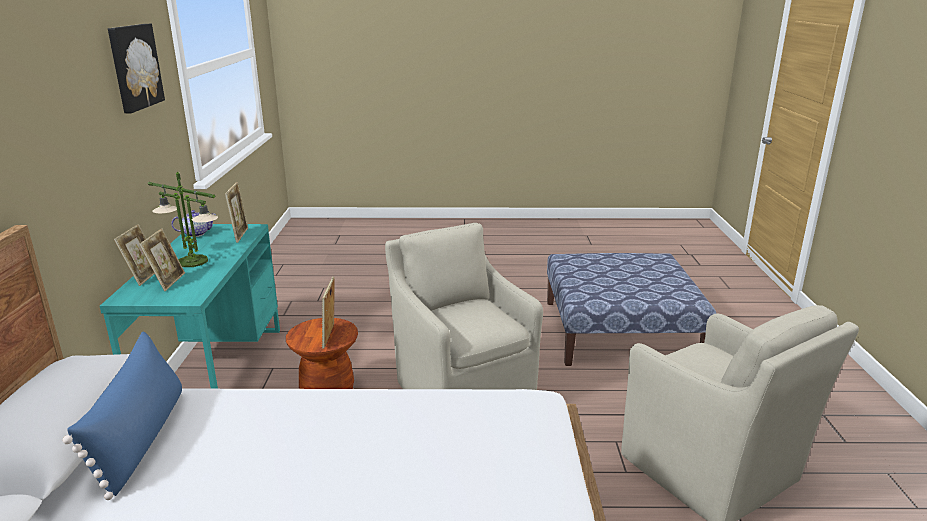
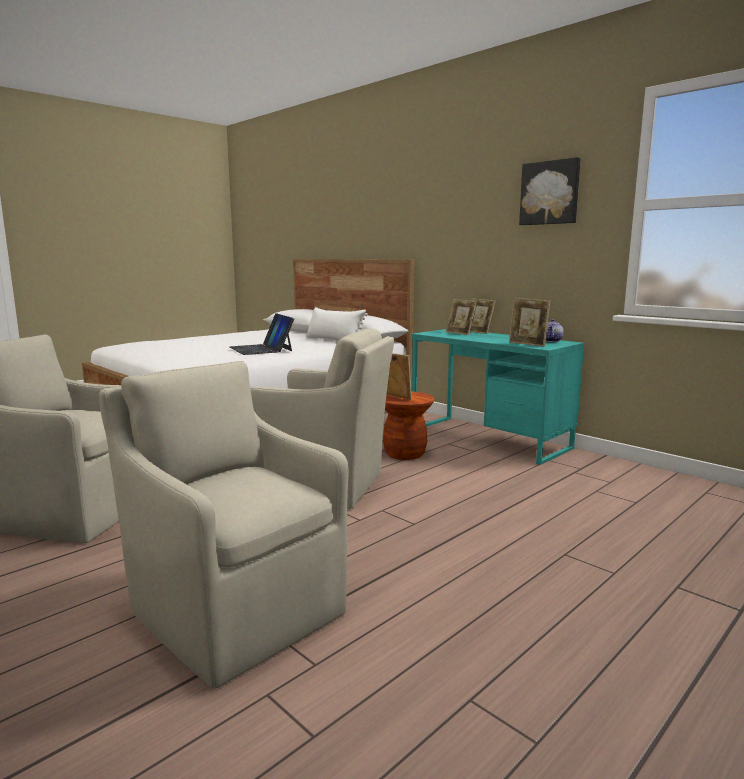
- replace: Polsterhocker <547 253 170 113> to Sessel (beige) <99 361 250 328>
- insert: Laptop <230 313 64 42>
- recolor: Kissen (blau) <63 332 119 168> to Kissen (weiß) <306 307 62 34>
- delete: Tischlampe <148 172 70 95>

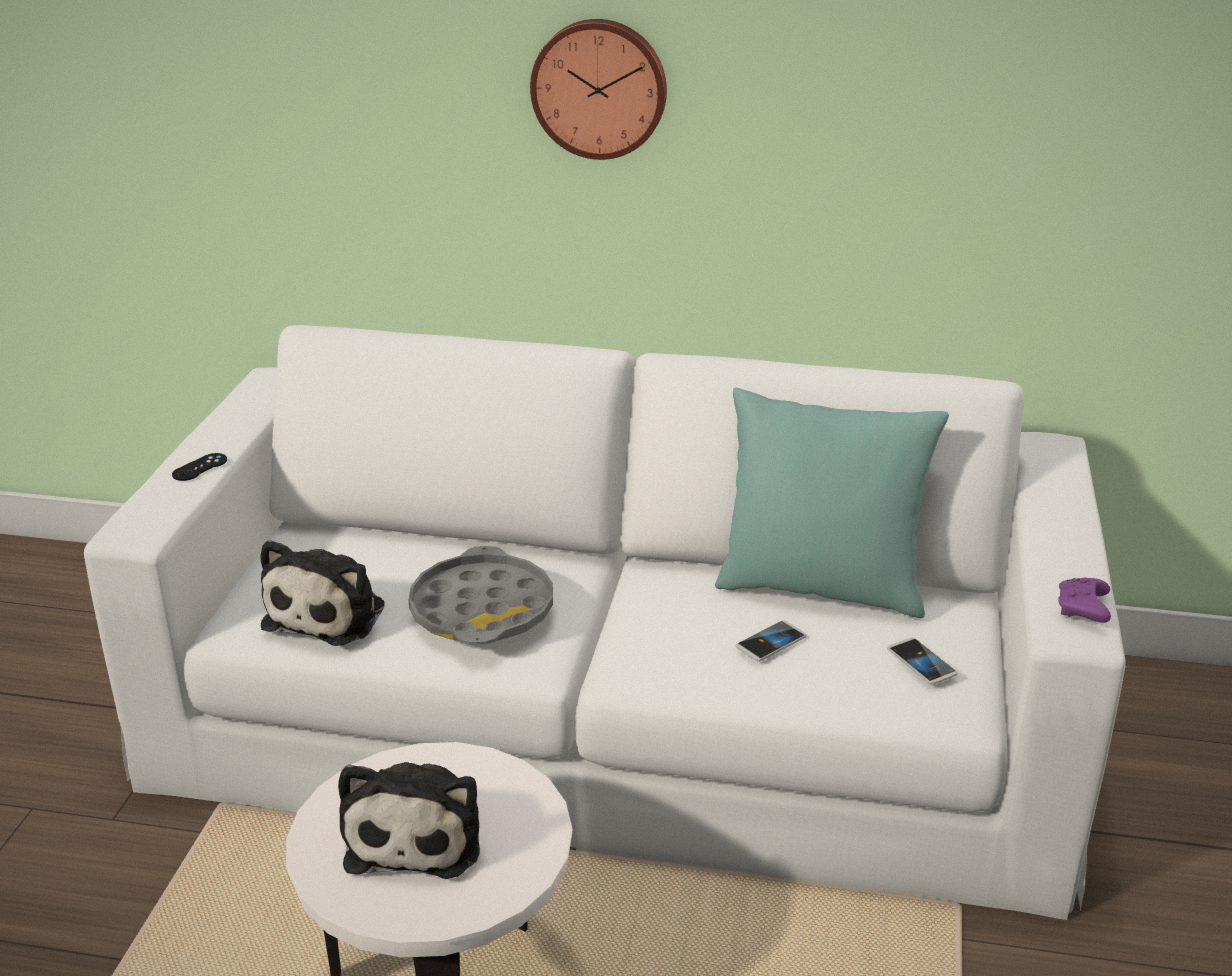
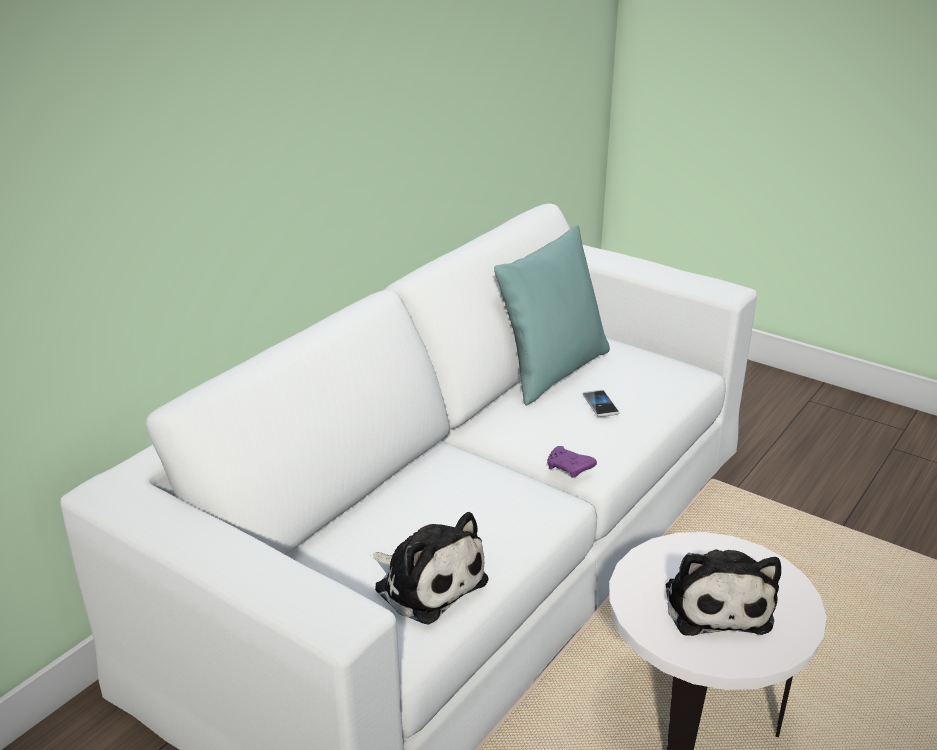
- move: Gamepad (lila) <1058 577 53 46> to <547 446 50 32>
- rotate: Plüschtier <338 762 142 117> = <666 549 115 87> 60 degrees clockwise
- delete: Gamepad (schwarz) <172 453 55 28>
- delete: Tablett (grau) <408 546 145 99>
- delete: Wanduhr <530 19 137 141>
- delete: Handy <887 638 70 46>

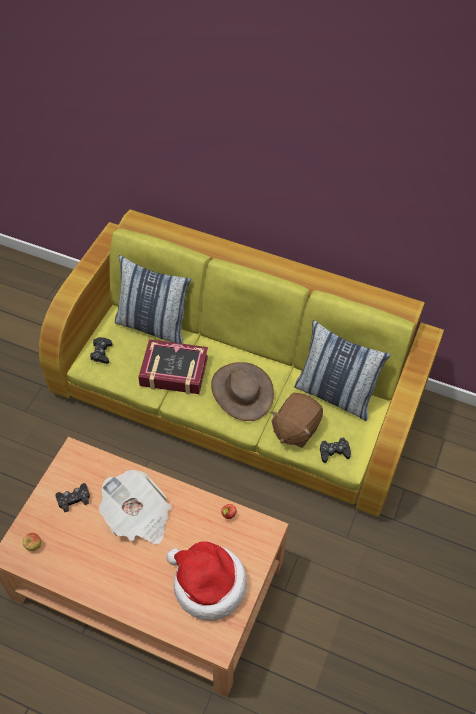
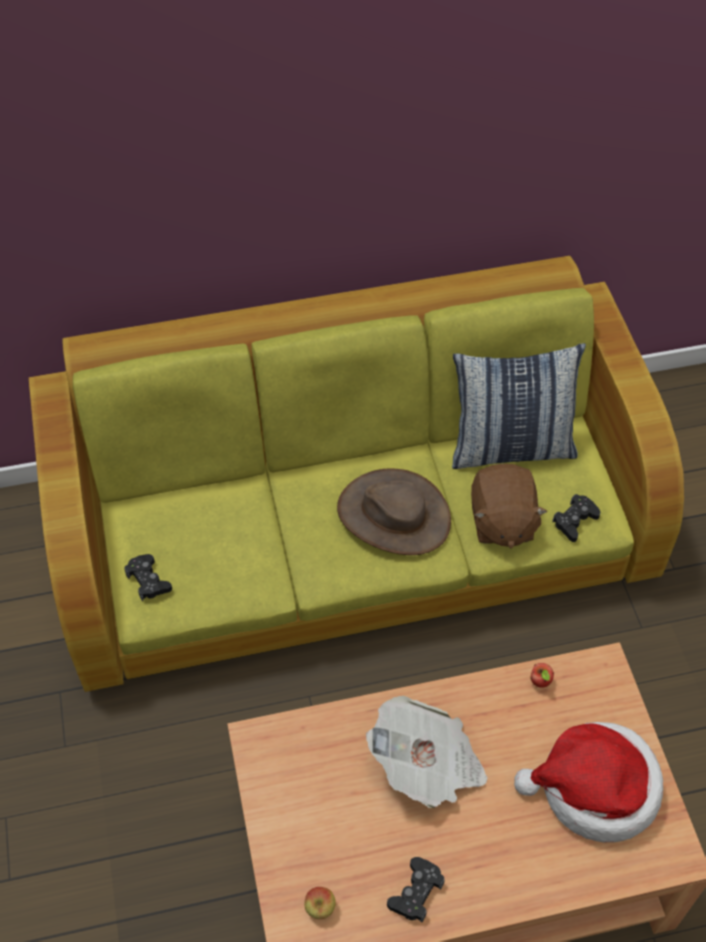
- move: Gamepad (schwarz) <55 483 35 29> to <387 857 58 65>
- delete: Kissen <115 255 76 89>
- delete: Buch <138 339 70 56>

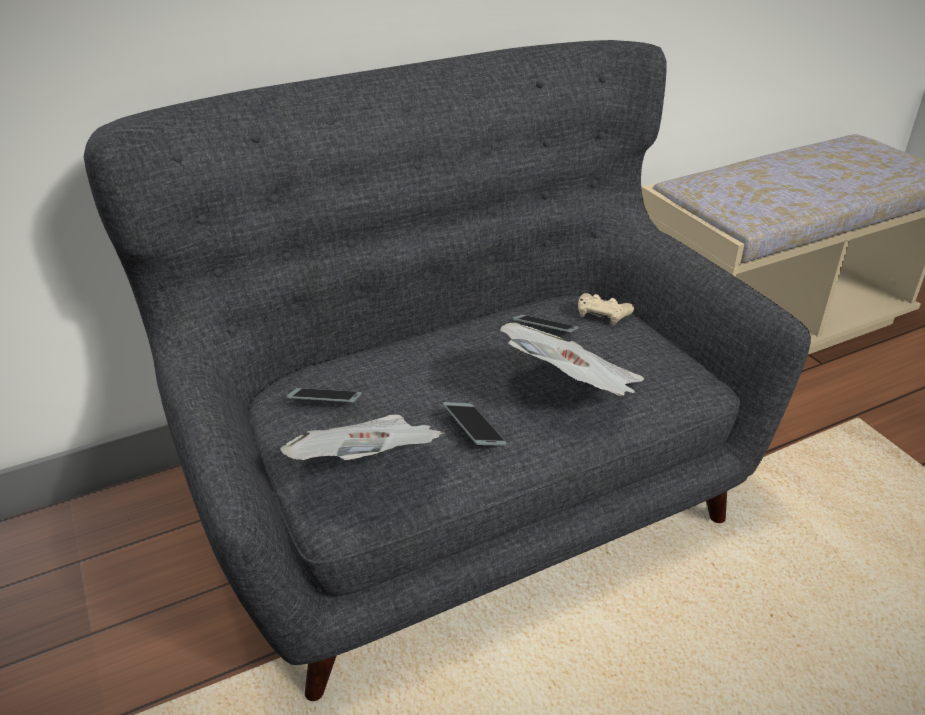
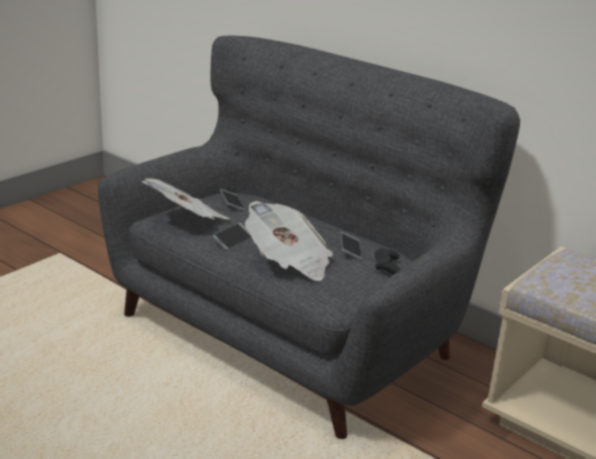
- recolor: Gamepad (beige) <578 293 56 32> to Gamepad (schwarz) <375 248 26 26>

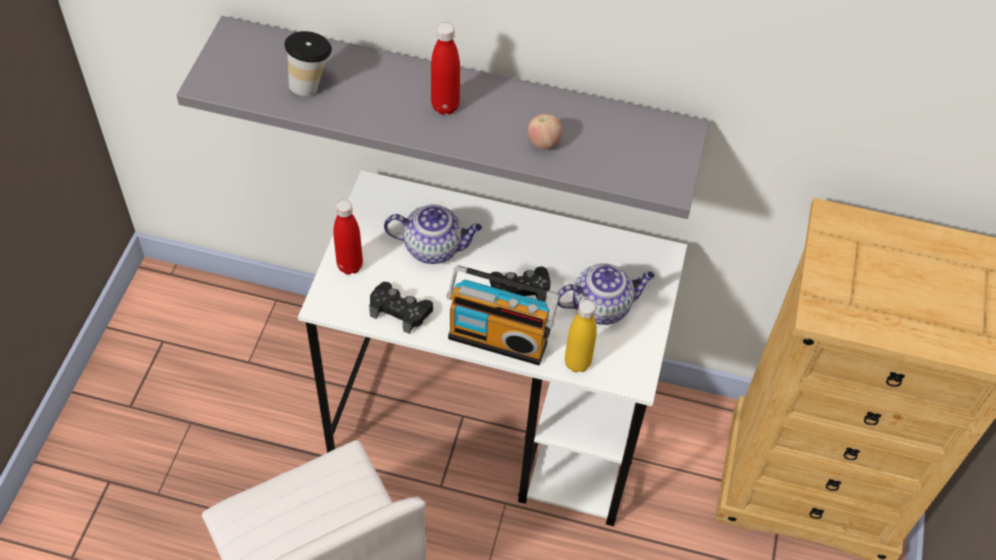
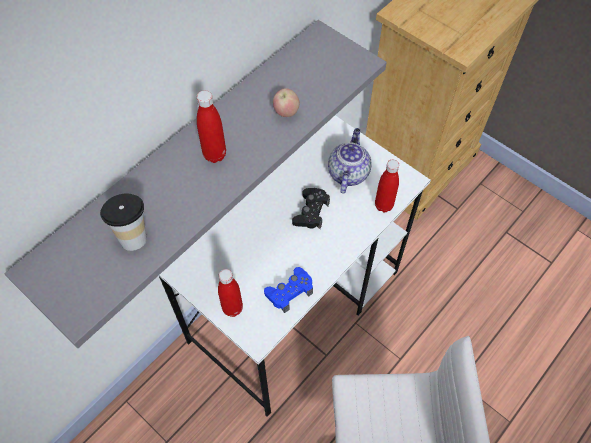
- recolor: Gamepad (schwarz) <369 282 64 52> to Gamepad (blau) <264 267 49 46>
- recolor: Flasche (gelb) <565 300 32 72> to Flasche (rot) <375 160 24 52>
- delete: Teekanne <384 204 98 60>
- delete: Radio <447 265 113 100>

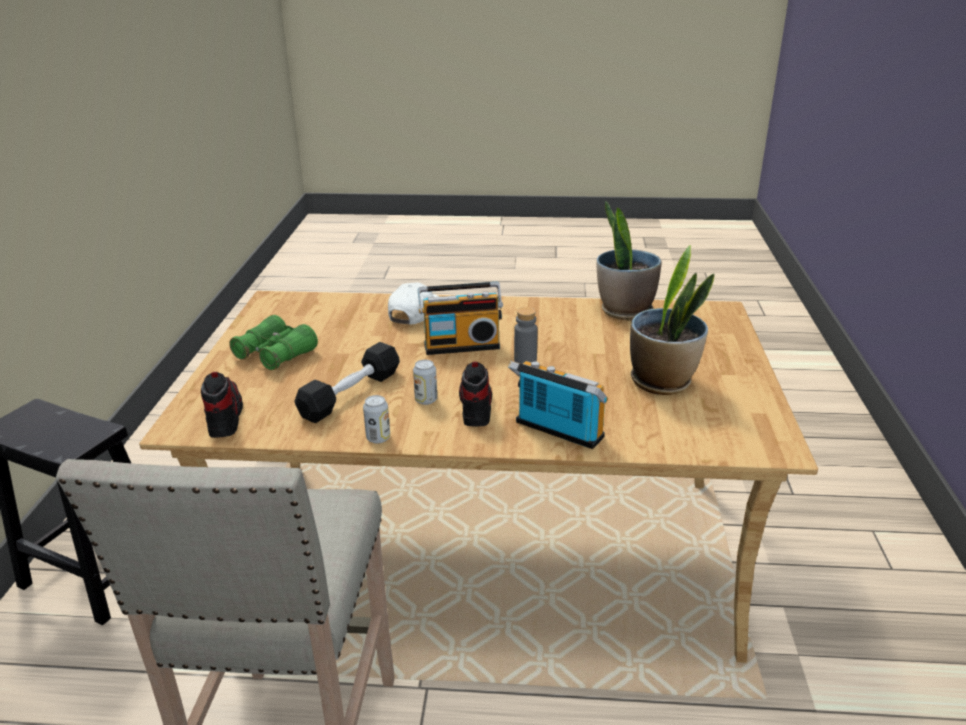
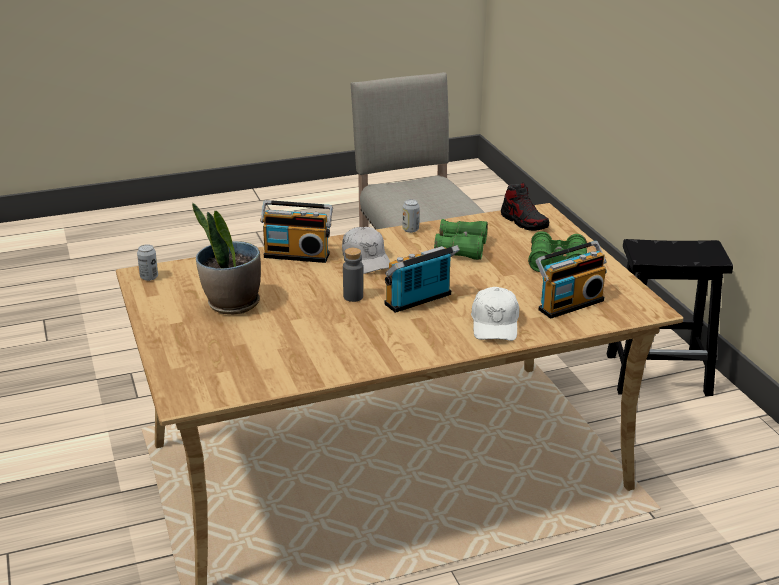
- move: Dose <413 360 24 45> to <137 244 21 37>
- replace: Schuh <459 361 33 65> to Kappe (weiß) <342 227 48 47>
- replace: Hantel (schwarz) <294 342 106 81> to Fernglas (grün) <434 219 54 41>
- insert: Radio <535 241 72 78>
- delete: Topfpflanze <597 201 65 120>

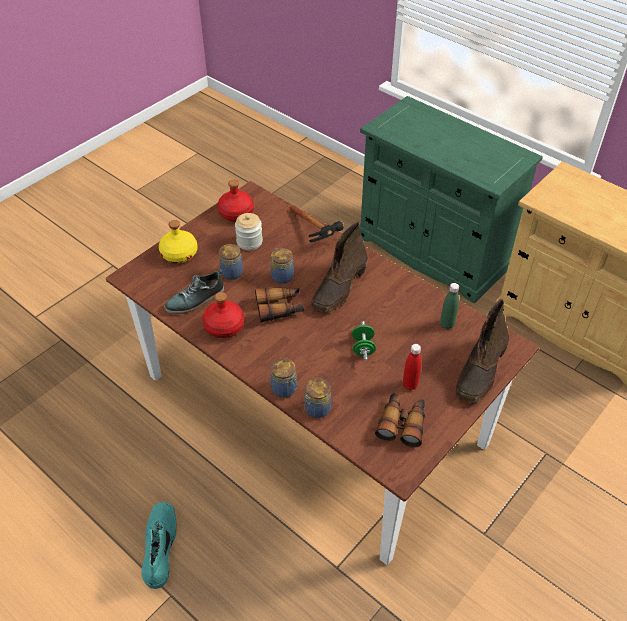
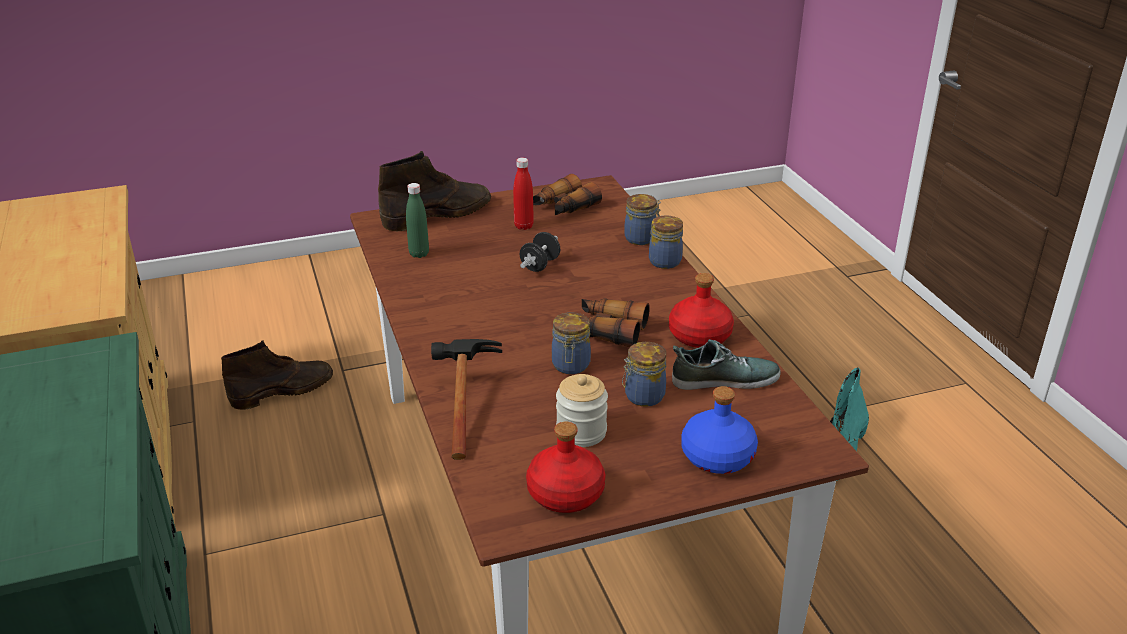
- move: Stiefel (braun) <311 222 57 91> to <221 341 112 69>
- recolor: Hantel (grün) <352 321 24 40> to Hantel (schwarz) <520 232 40 40>
- recolor: Flasche (gelb) <159 220 39 43> to Flasche (blau) <681 386 77 88>

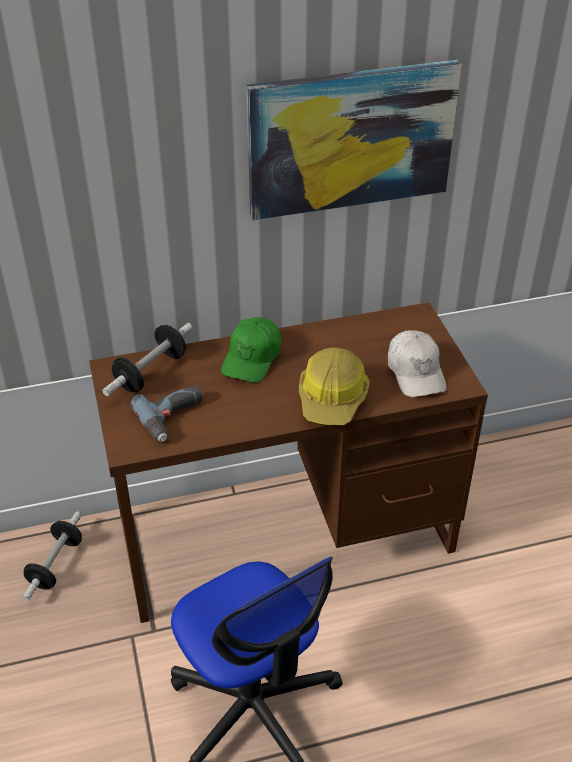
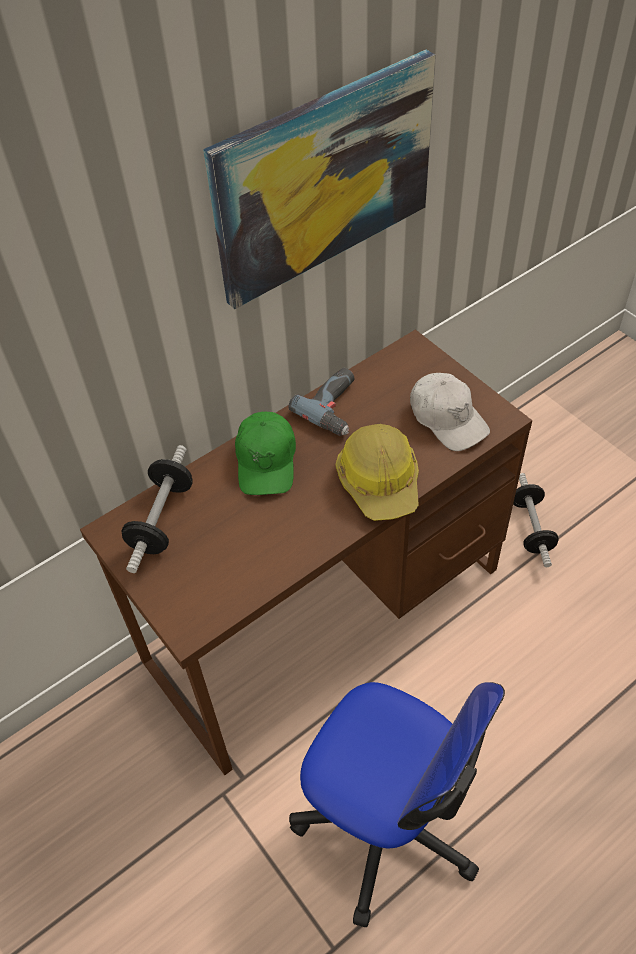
- move: Bohrmaschine <130 385 73 57> to <288 368 66 68>
- move: Hantel <22 512 60 89> to <513 473 45 94>

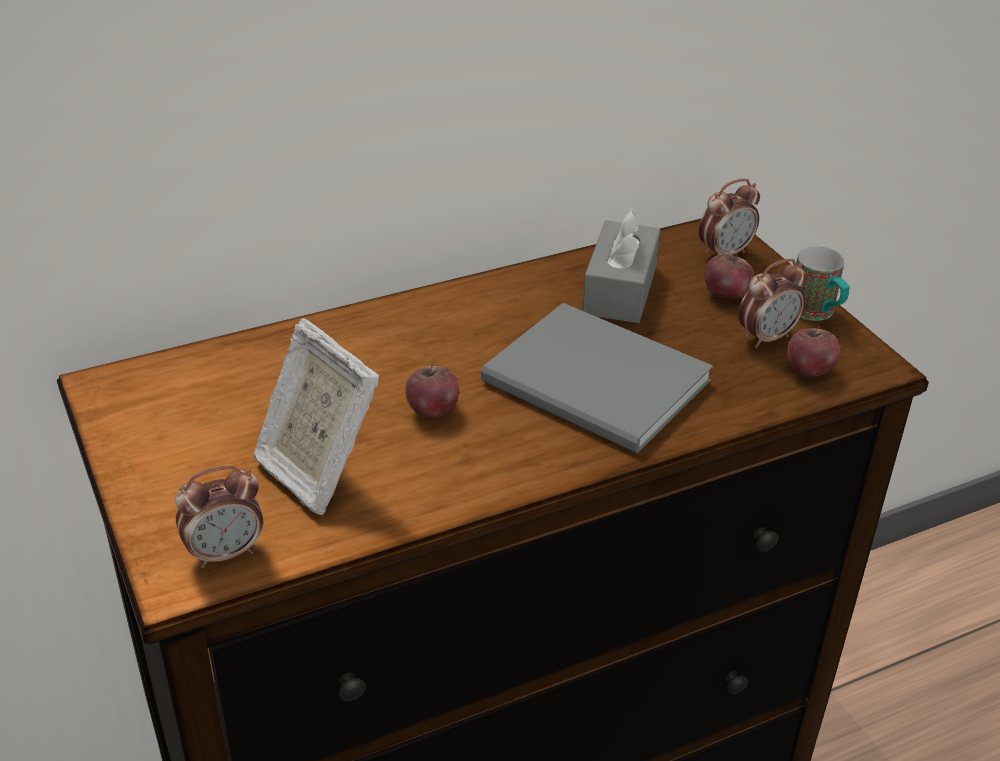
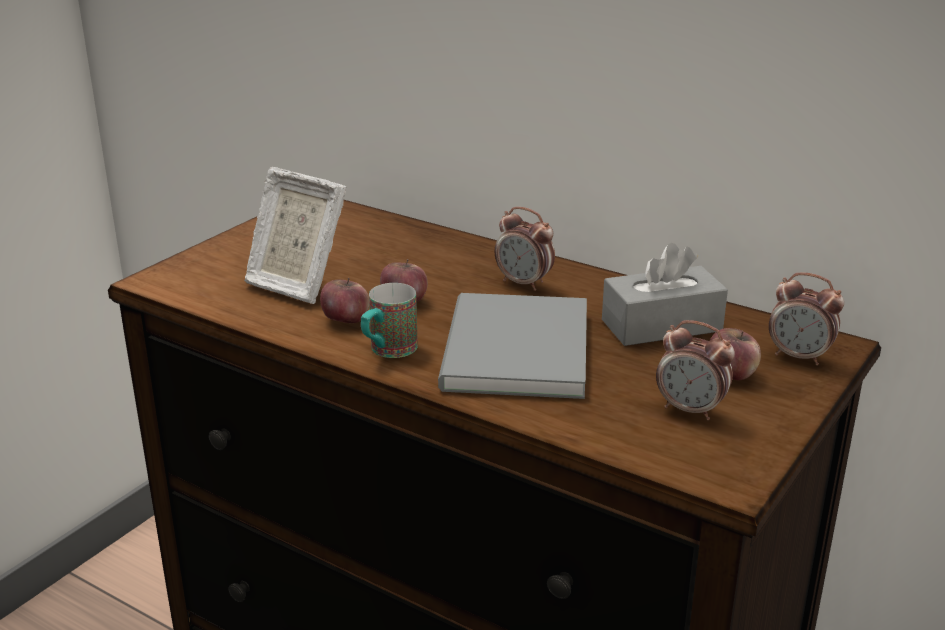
- rotate: Bilderrahmen <253 318 127 197> = <244 167 102 137> 75 degrees counterclockwise
- move: Apfel <787 326 53 50> to <320 278 49 45>
- move: Henkelbecher <796 246 54 75> to <361 283 57 75>
- move: Wecker <175 465 88 103> to <495 207 60 84>

